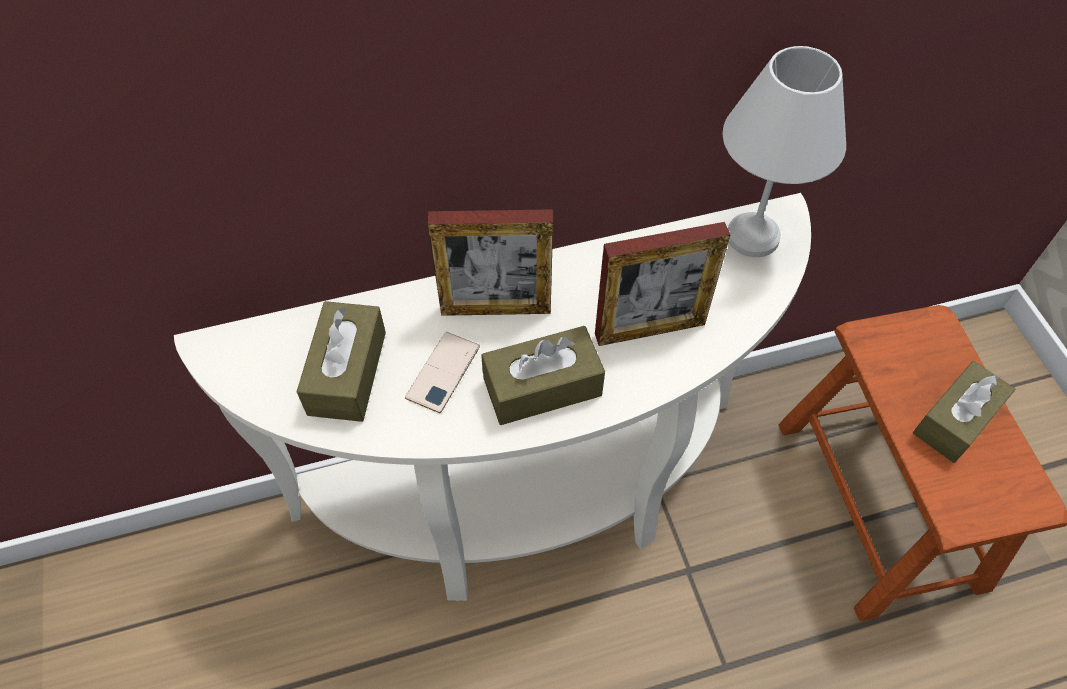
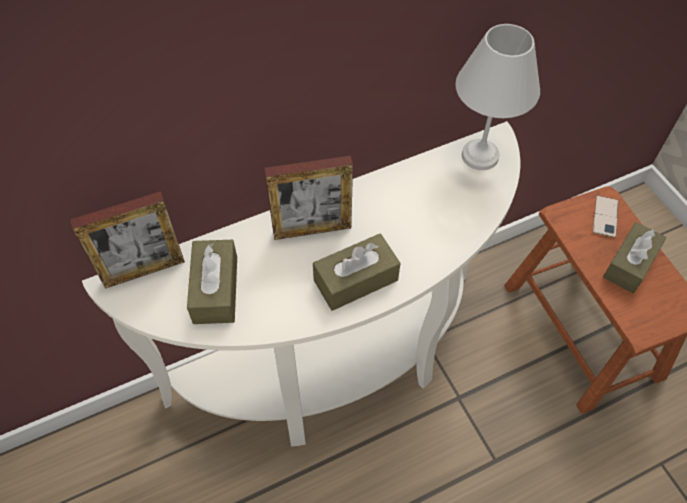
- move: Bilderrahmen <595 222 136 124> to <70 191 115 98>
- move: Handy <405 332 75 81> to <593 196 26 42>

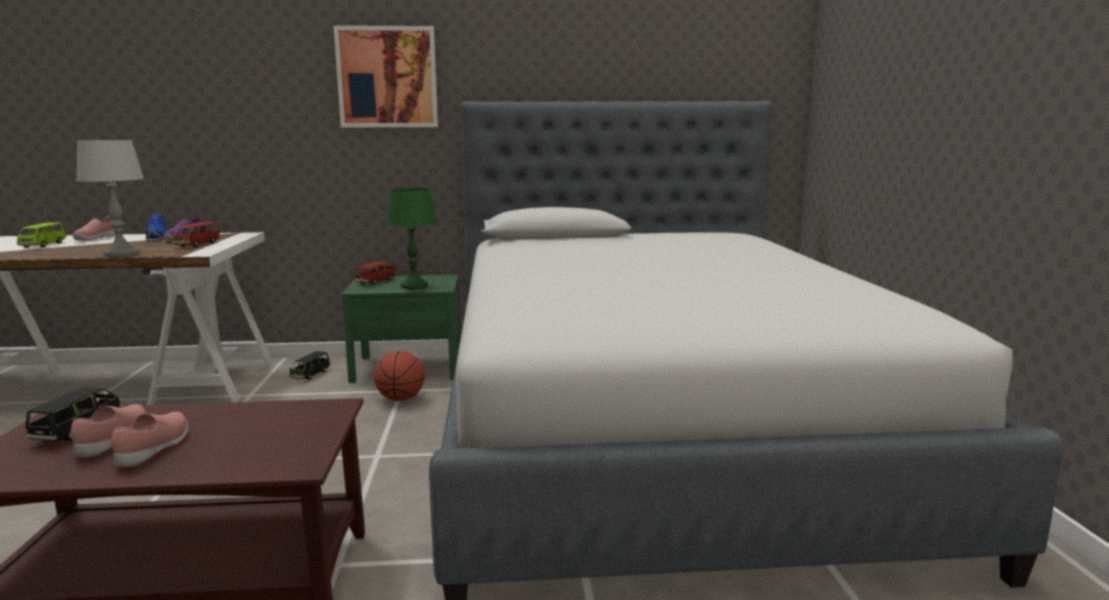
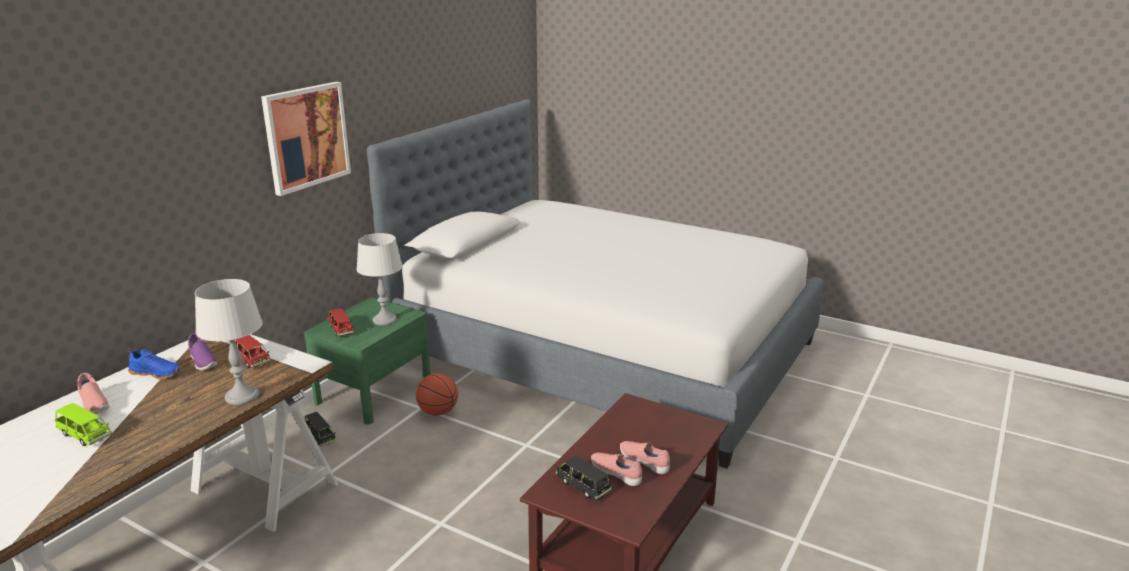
- recolor: Tischlampe (grün) <385 188 51 101> to Tischlampe (grau) <356 233 47 93>

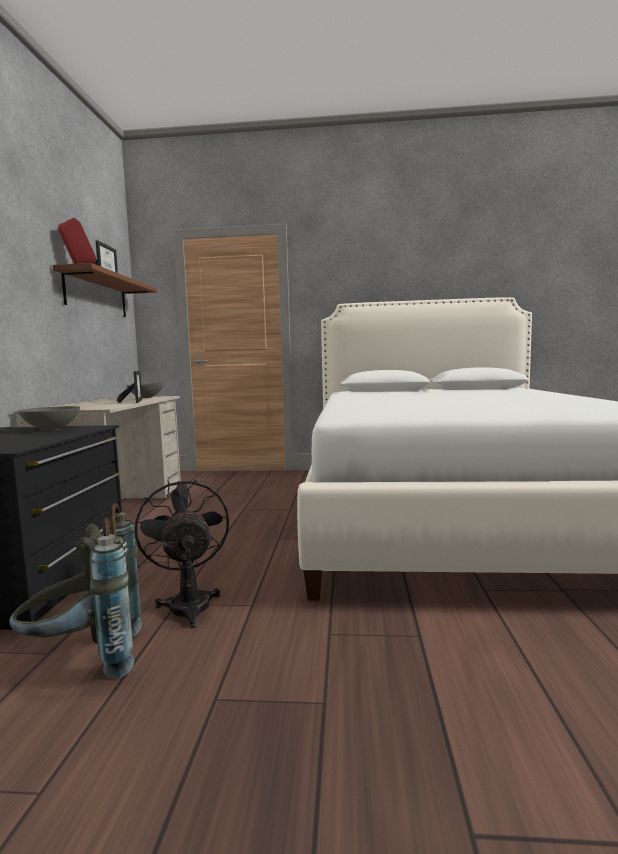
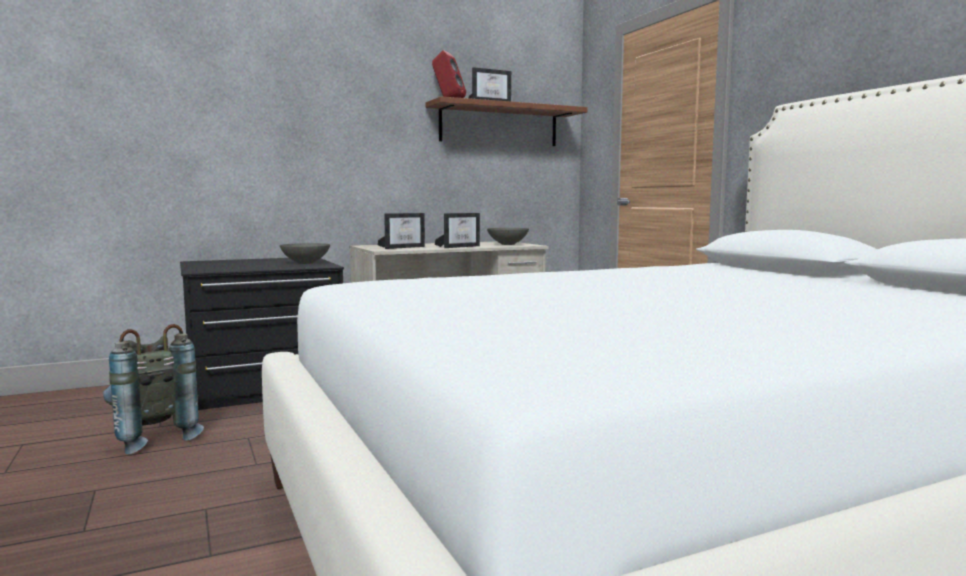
- insert: Bilderrahmen <378 213 47 36>
- delete: Ventilator (schwarz) <135 479 94 149>

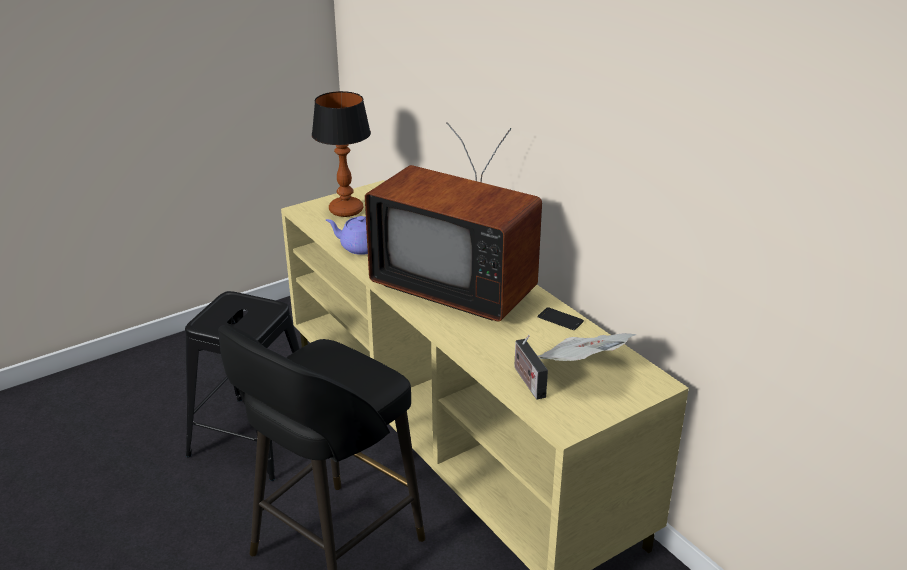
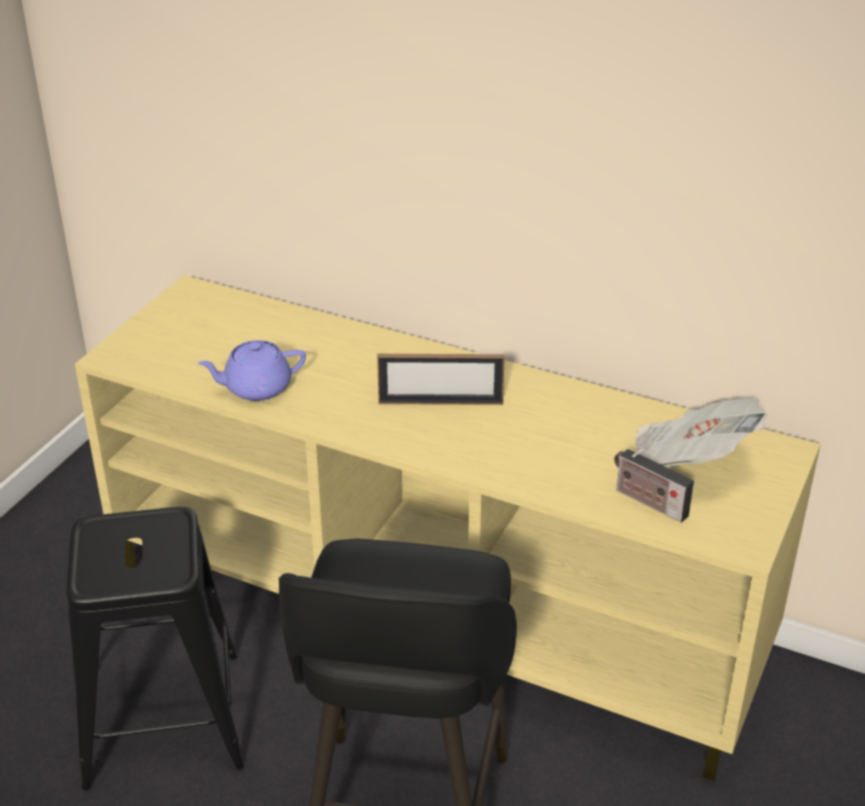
- replace: Fernseher <365 122 177 199> to Bilderrahmen <377 354 128 51>
- delete: Tischlampe <312 91 59 126>
- delete: Handy <538 307 46 23>

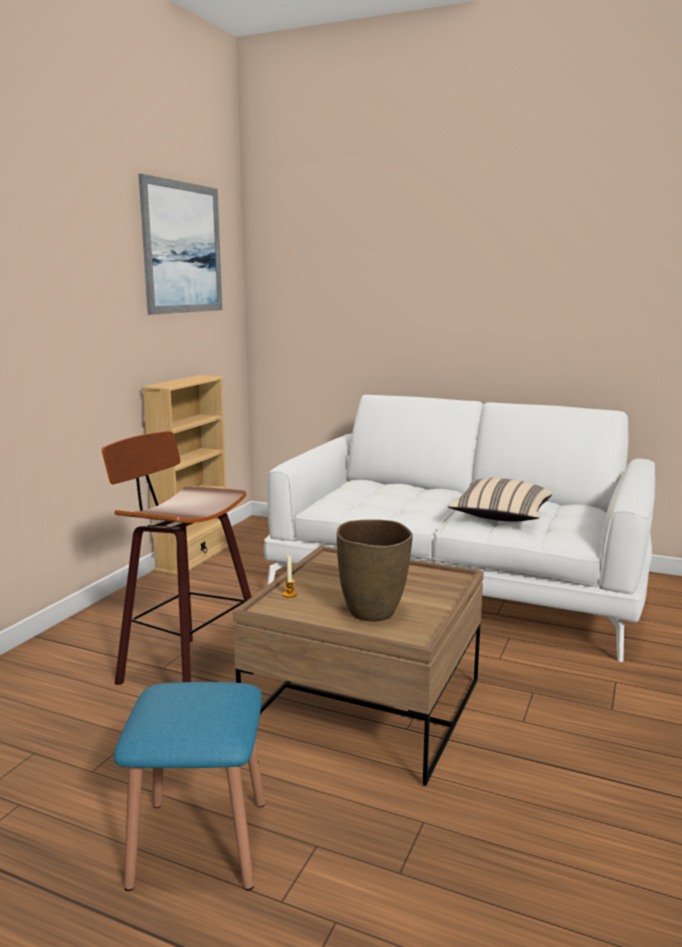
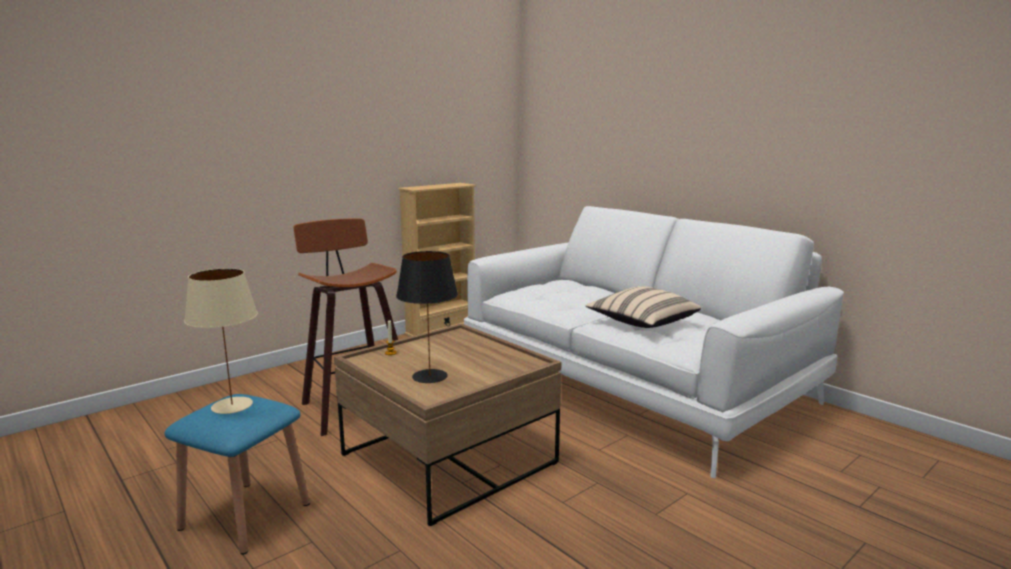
- insert: Tischlampe (beige) <184 268 74 146>
- replace: Vase (braun) <337 519 76 103> to Tischlampe (schwarz) <396 251 62 132>
- delete: Bild <139 174 83 141>

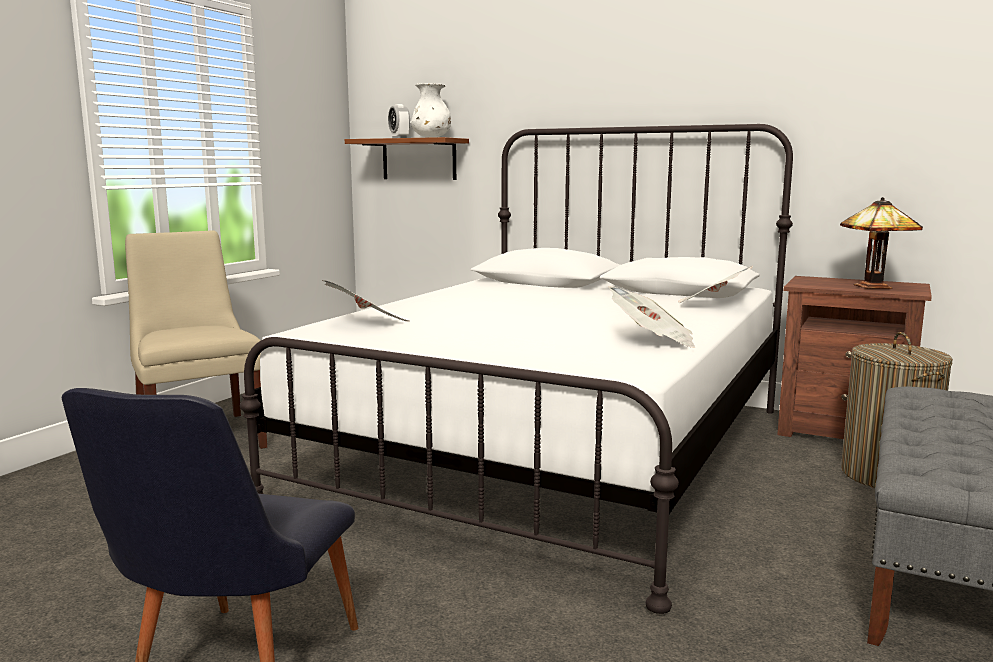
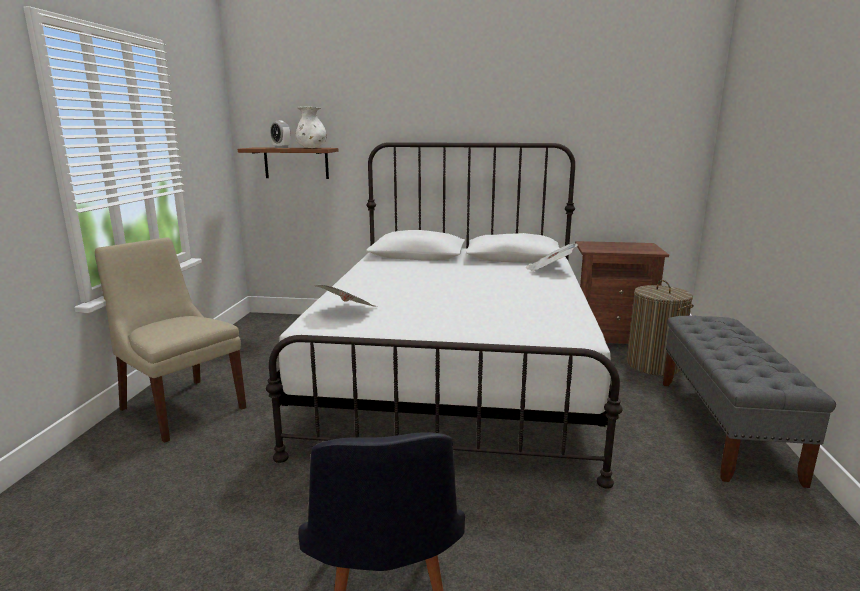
- delete: Zeitung <608 286 87 62>
- delete: Tischlampe <840 197 83 92>

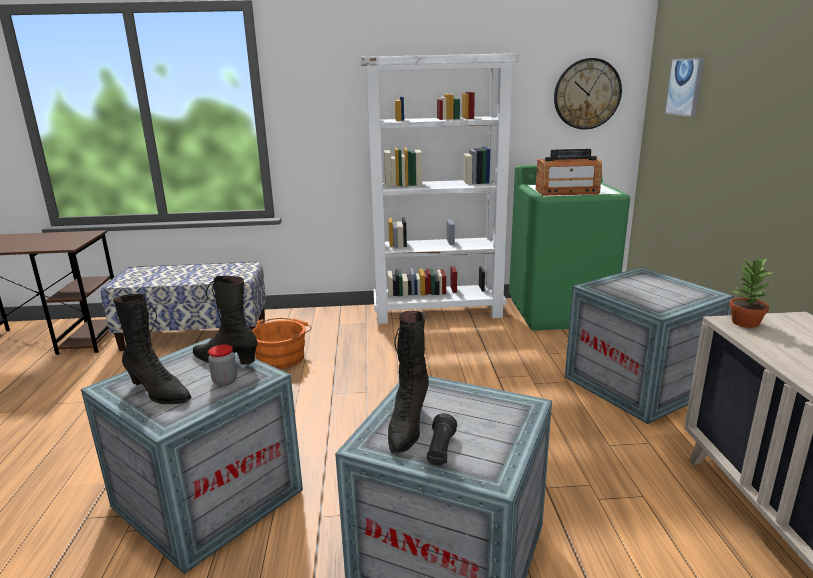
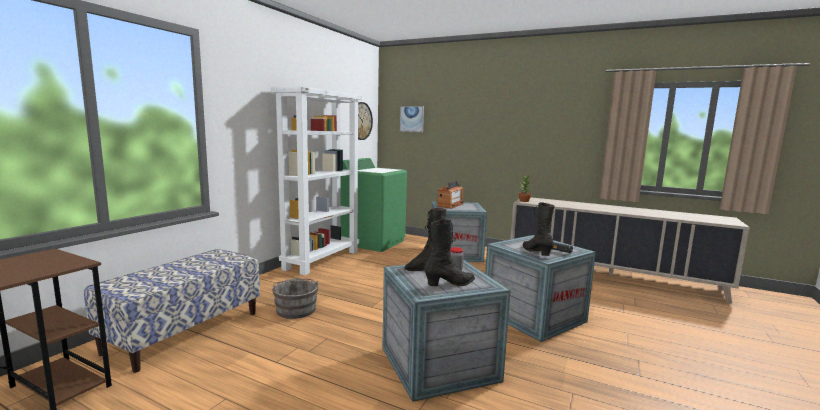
- recolor: Eimer (orange) <252 318 60 51> to Eimer (grau) <272 278 46 41>
- move: Radio <536 149 66 47> to <437 181 27 28>
- rotate: Stiefel (schwarz) <388 311 41 142> = <523 202 32 54> 150 degrees counterclockwise

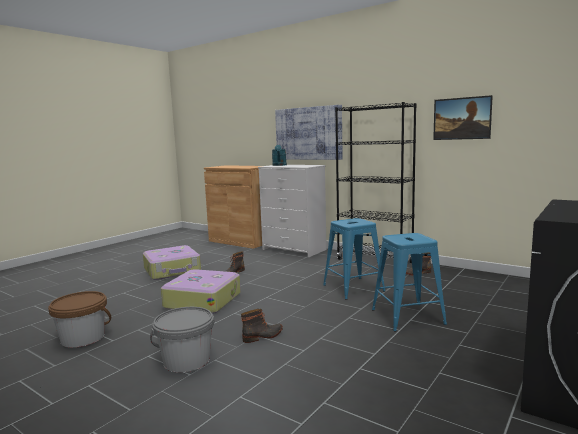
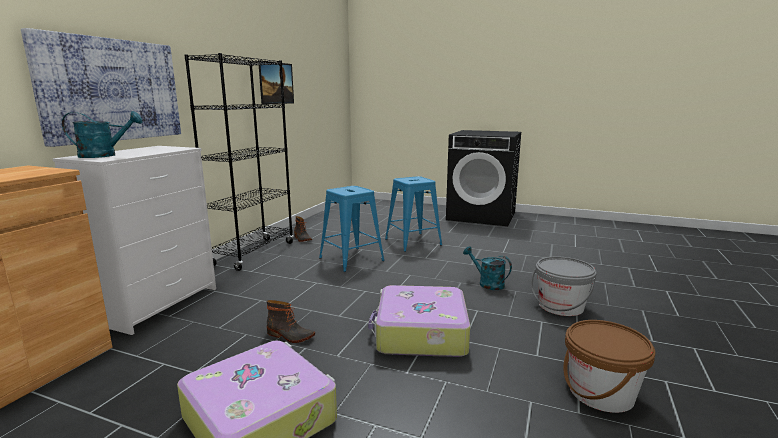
- replace: Stiefel <241 309 42 34> to Gießkanne (türkis) <463 246 49 44>

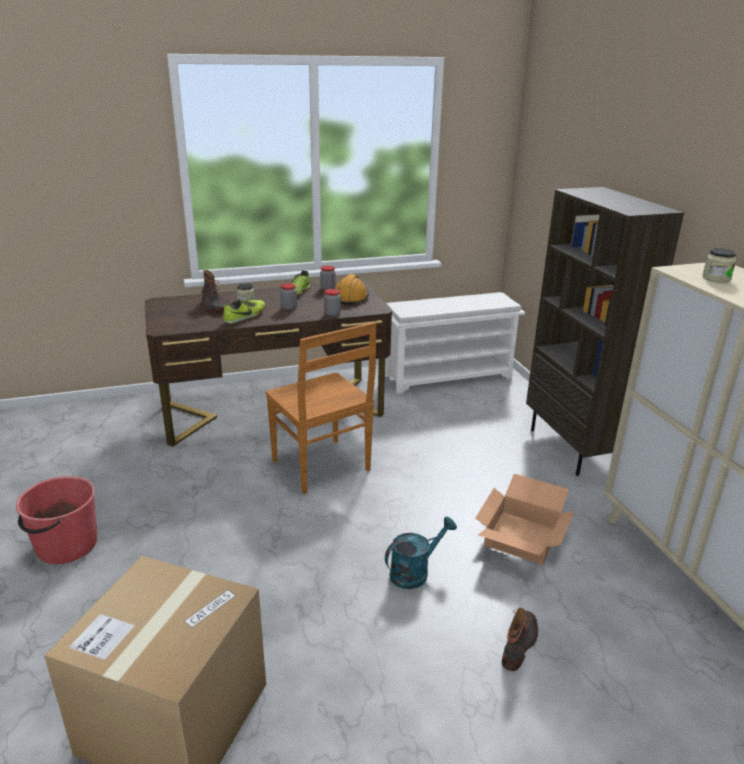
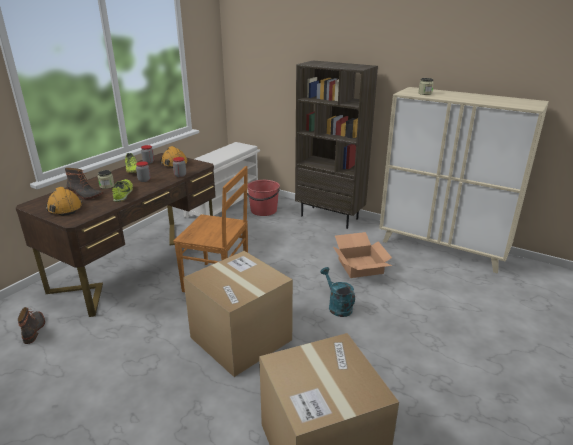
- move: Stiefel <502 608 36 63> to <18 307 27 37>
- insert: Schutzhelm (orange) <46 187 37 29>
- insert: Karton <183 251 110 126>
- move: Eimer (rot) <16 476 81 88> to <247 180 33 36>
- rotate: Gießkanne (türkis) <385 517 72 72> = <320 267 35 50> 45 degrees counterclockwise

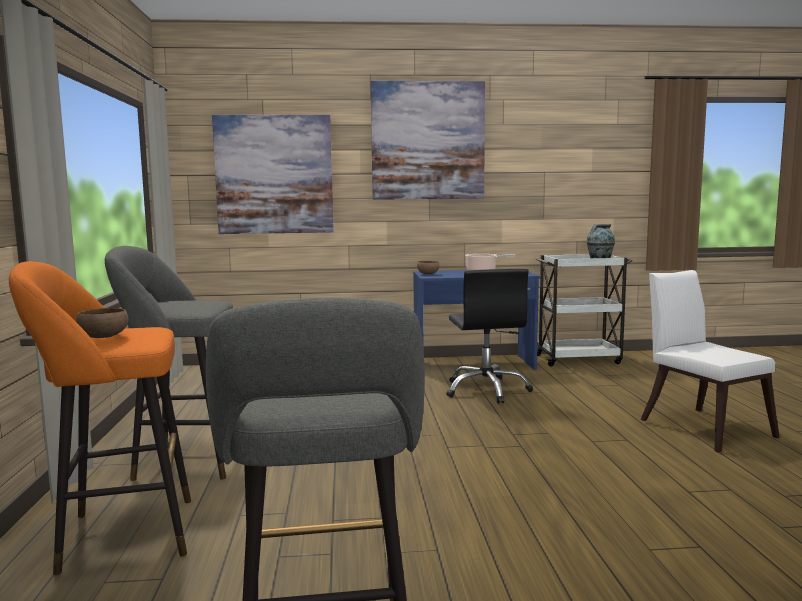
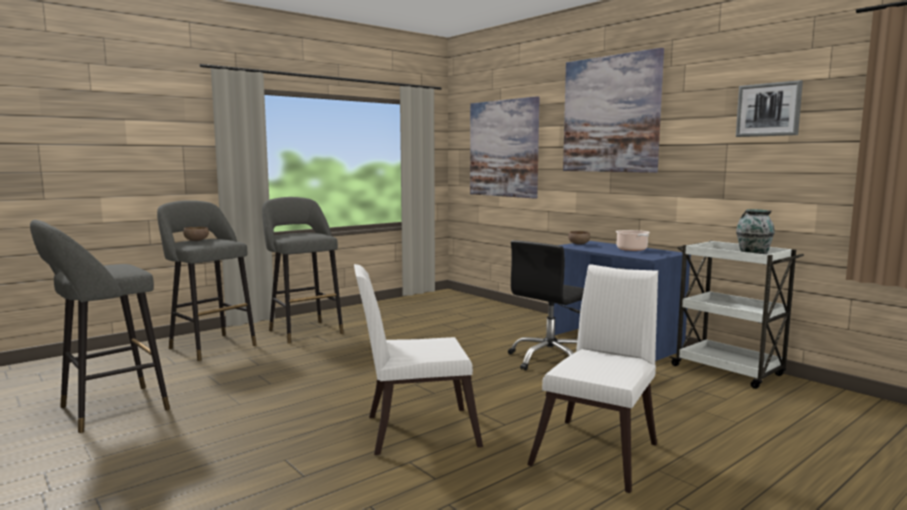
- recolor: Hocker (orange) <9 261 182 314> to Hocker (grau) <157 200 100 161>
- insert: Stuhl (weiß) <354 264 129 191>
- insert: Bild <736 80 67 57>

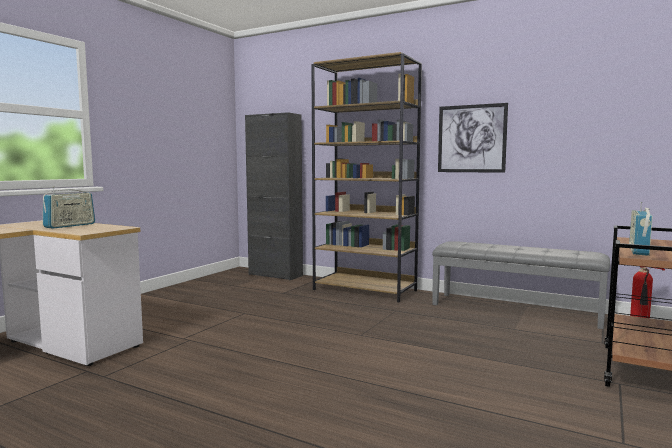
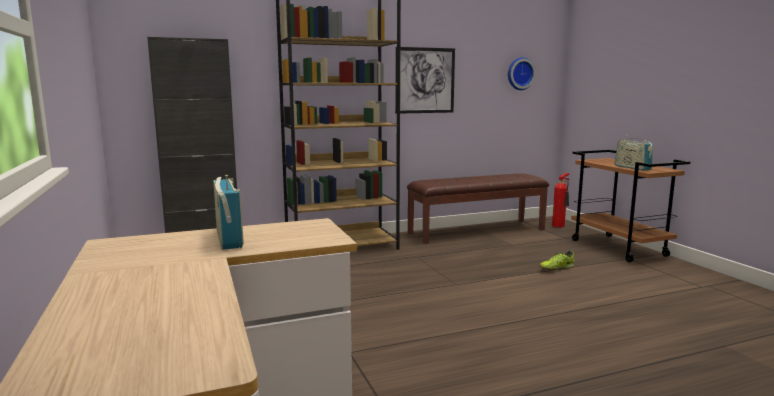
- recolor: Bank (grau) <432 241 178 88> to Bank (braun) <407 173 142 71>
- insert: Wanduhr <508 57 28 33>
- insert: Schuh <539 250 35 20>

